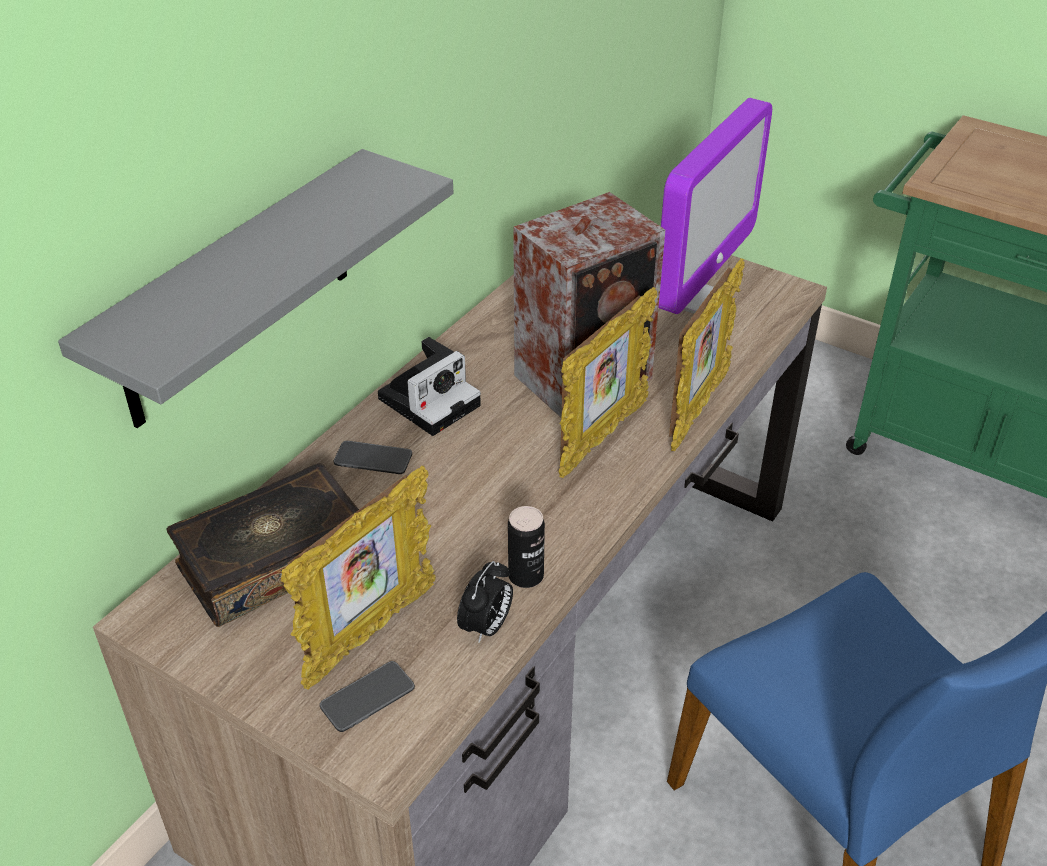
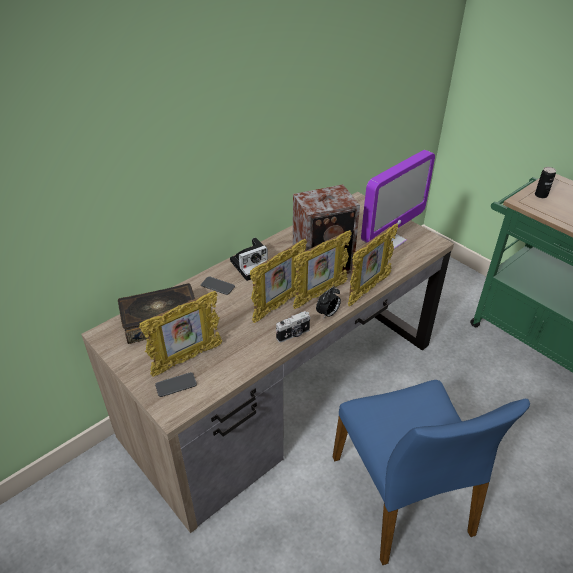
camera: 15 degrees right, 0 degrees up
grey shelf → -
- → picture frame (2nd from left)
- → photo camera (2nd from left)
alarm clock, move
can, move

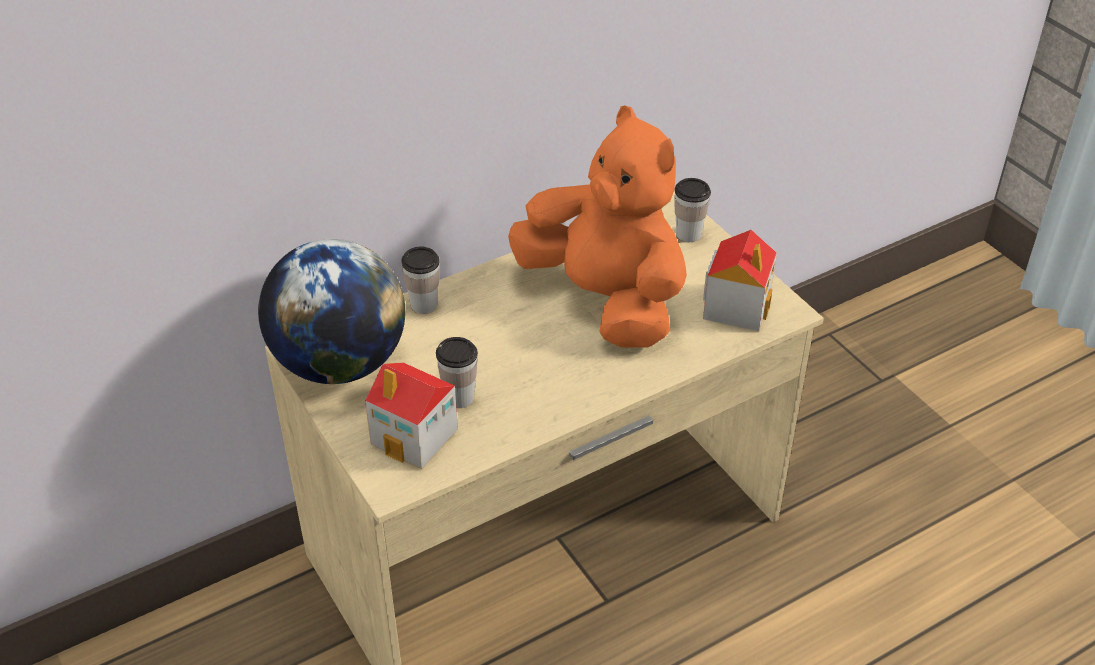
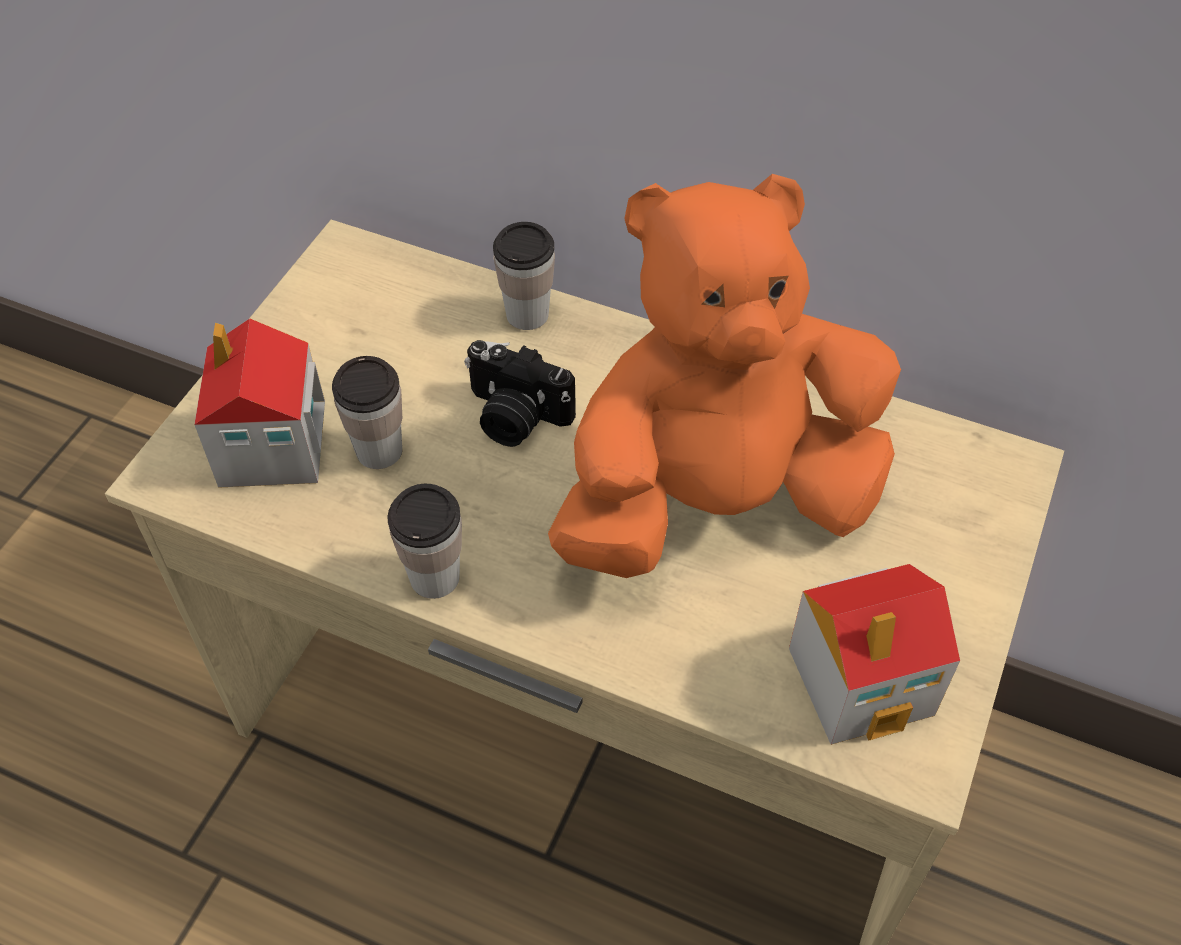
camera: 55 degrees right, 10 degrees up
globe → -
- → photo camera
cup (3rd from left in the first image) → cup (2nd from left), move
orange plush toy, 120 degrees counterclockwise

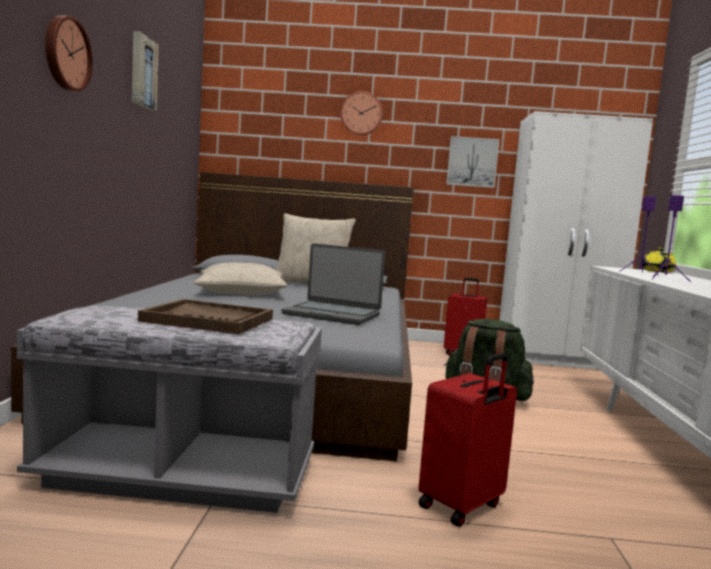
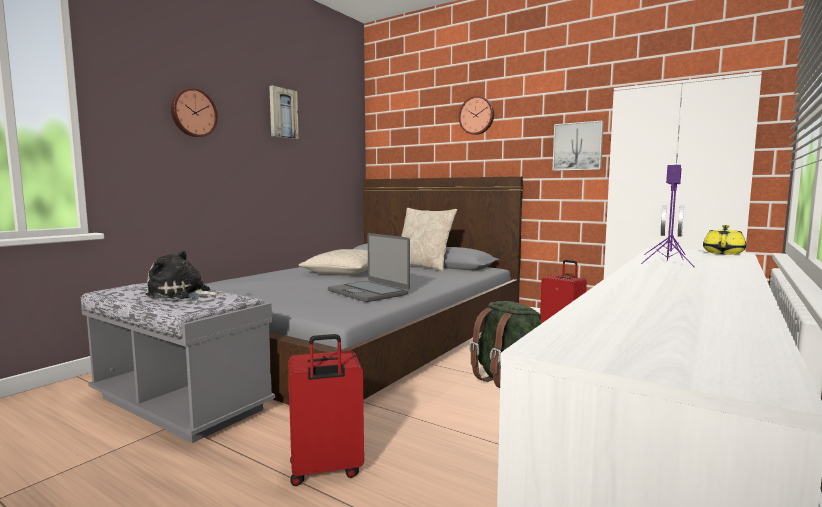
camera: 30 degrees right, 0 degrees up
brown tray → plush toy

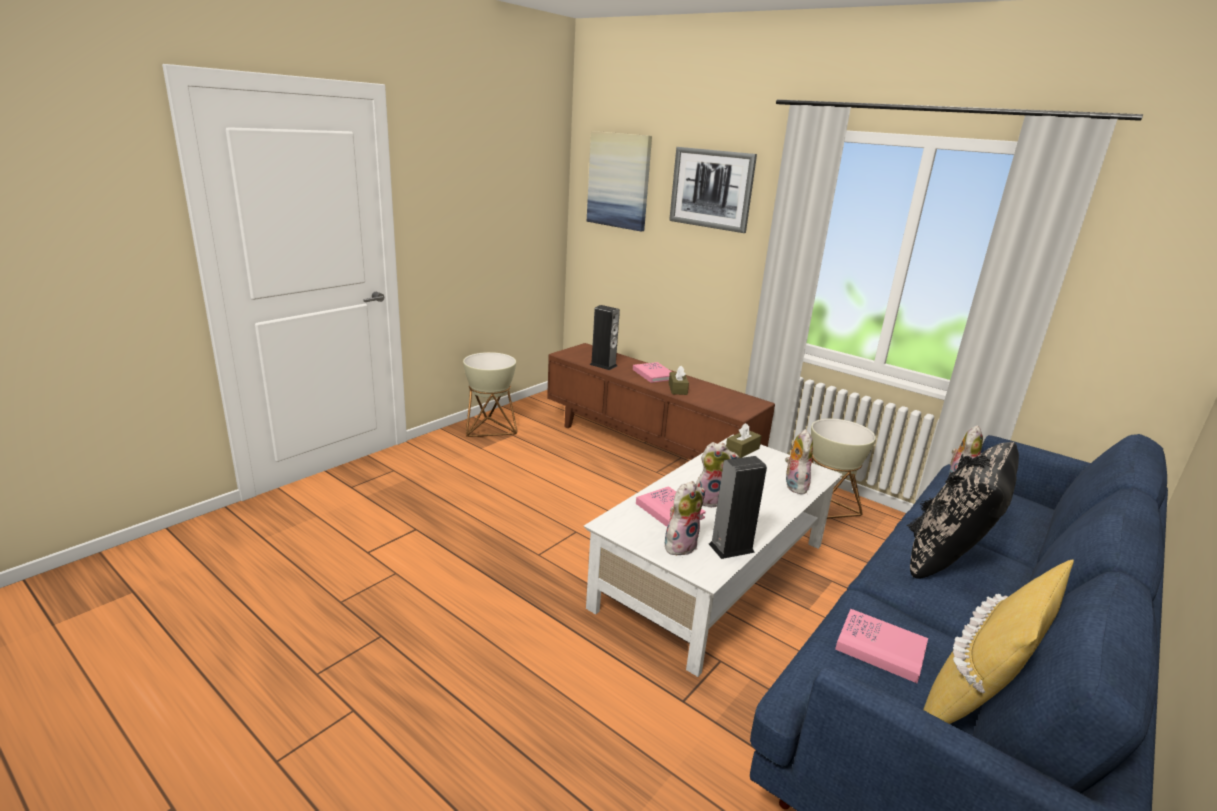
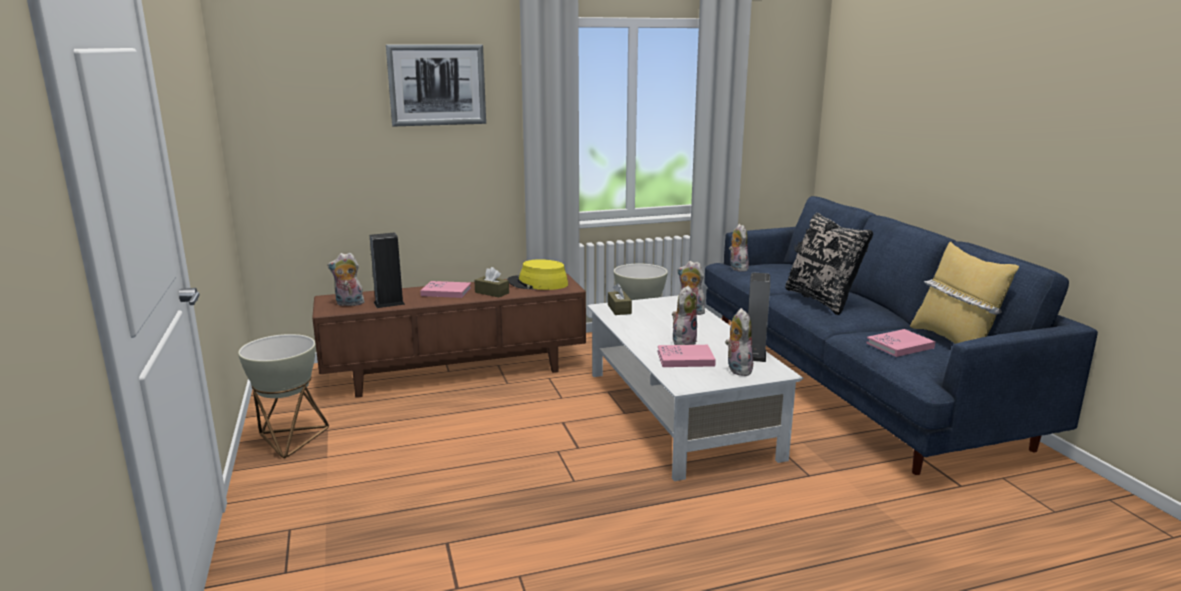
camera: 55 degrees left, 5 degrees down
picture (1st from left) → -
- → plush toy (1st from left)
- → yellow hat

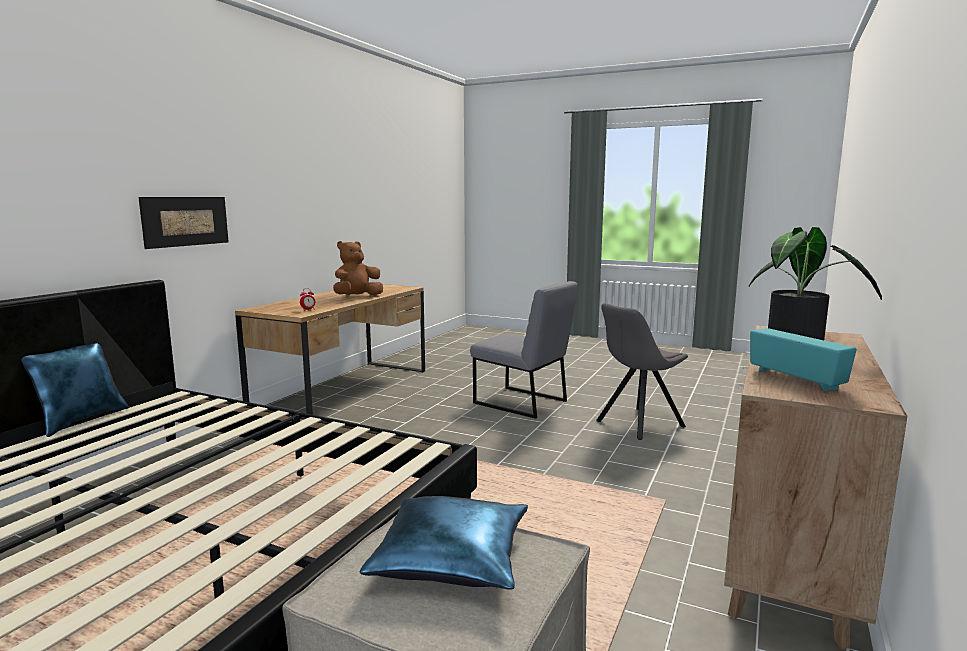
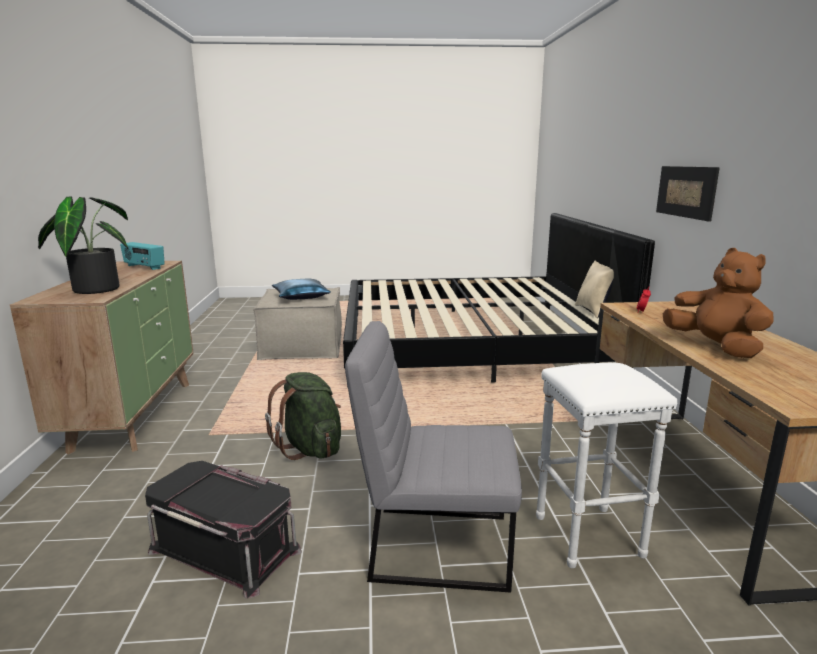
camera: 150 degrees right, 5 degrees up
- → green backpack
- → white stool
grey chair (2nd from left) → black storage box
blue pillow (1st from left) → beige pillow
brown plush toy, 45 degrees counterclockwise

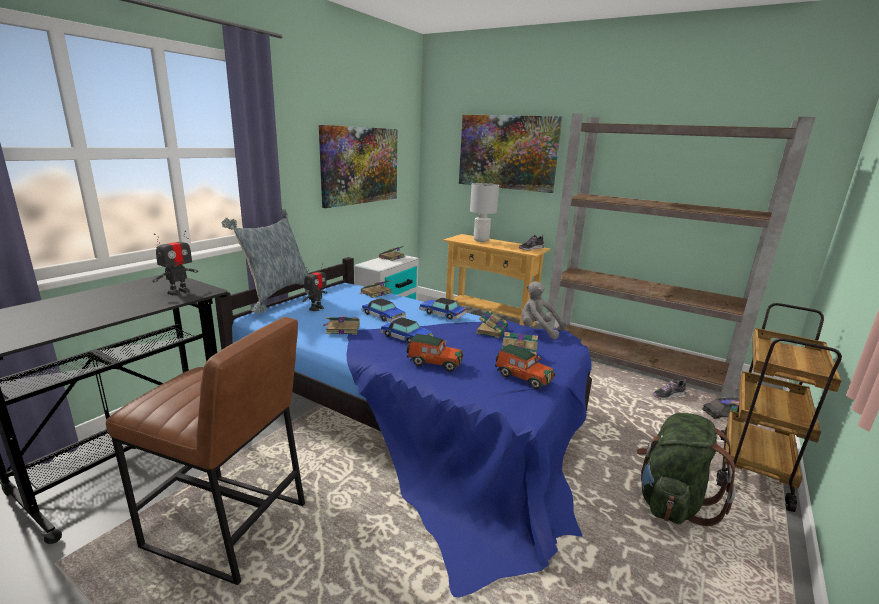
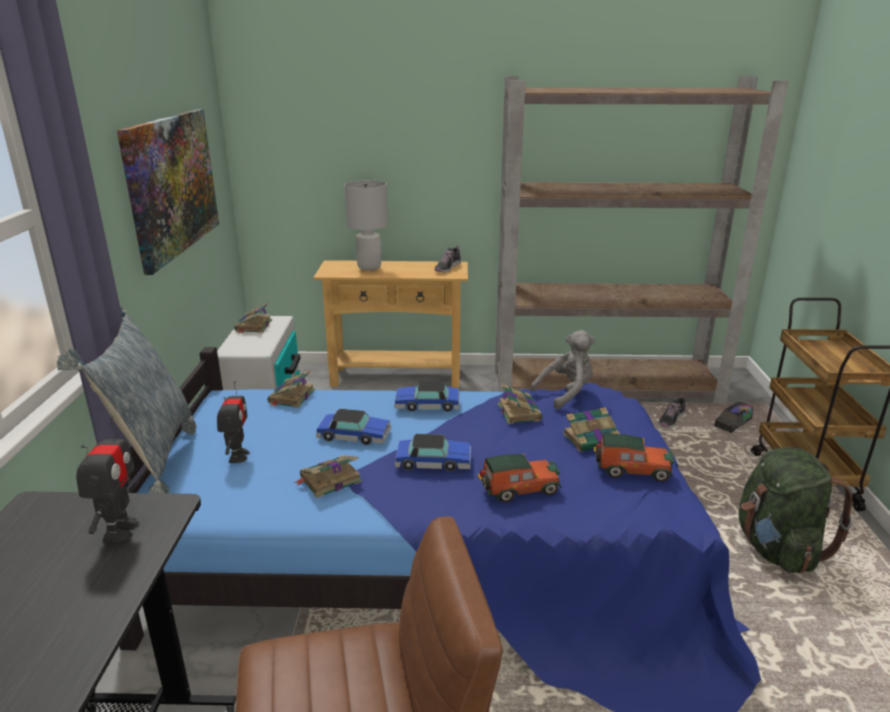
camera: 30 degrees left, 5 degrees up
picture (2nd from left) → -
grey plush toy, 150 degrees clockwise

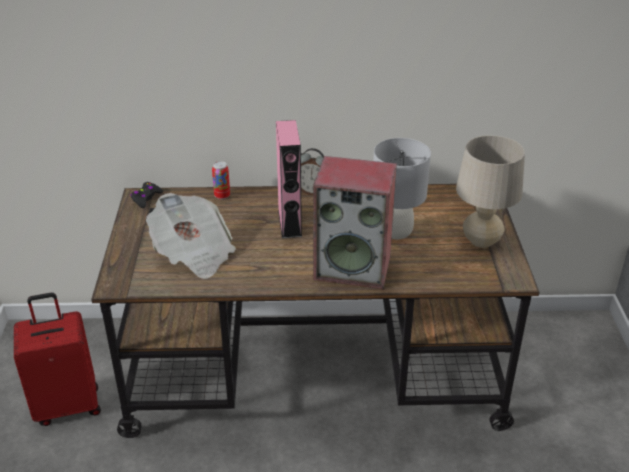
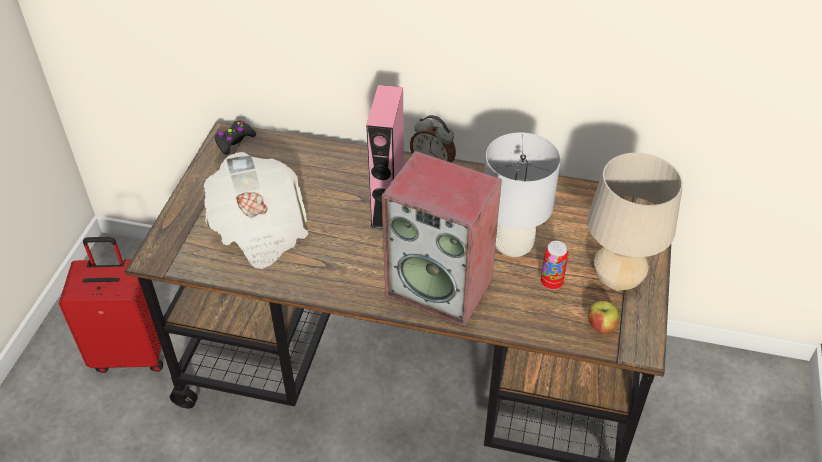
camera: 15 degrees right, 10 degrees up
- → apple
can, move

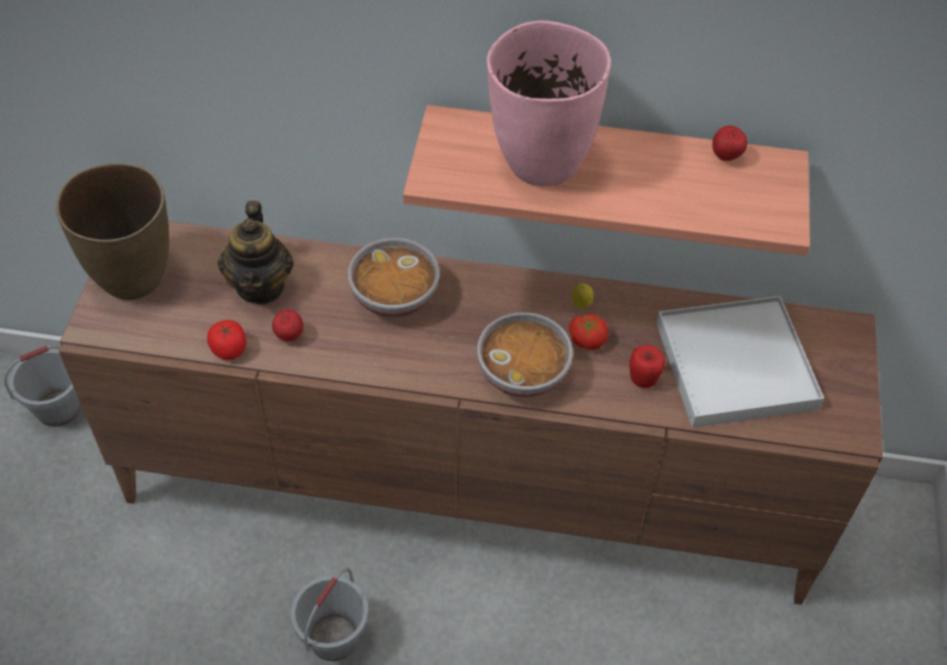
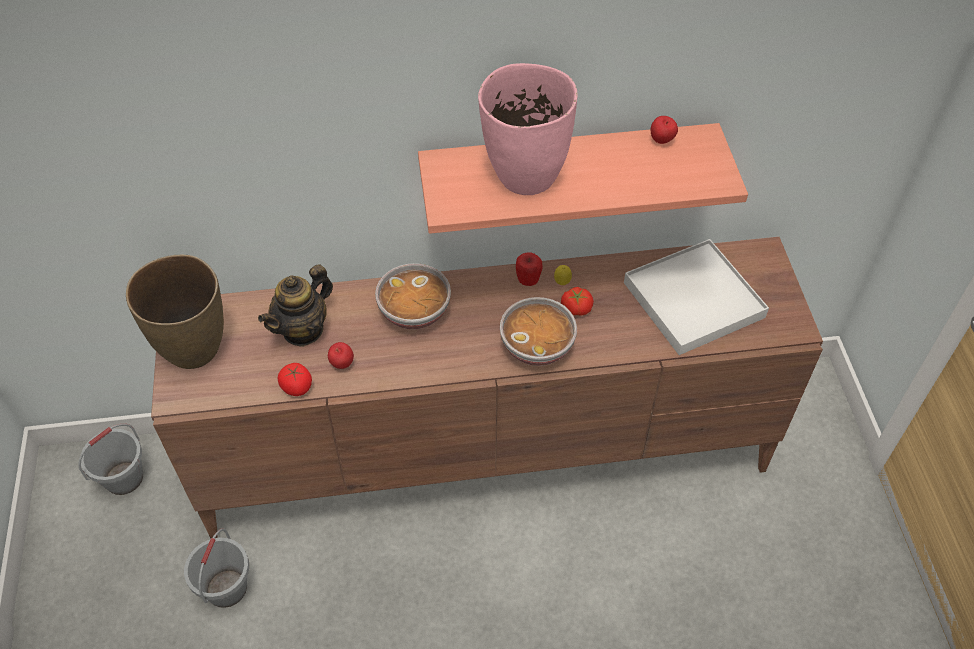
camera: 15 degrees left, 0 degrees up
grey bucket (2nd from left), move
apple (2nd from left), move
teapot, 60 degrees clockwise

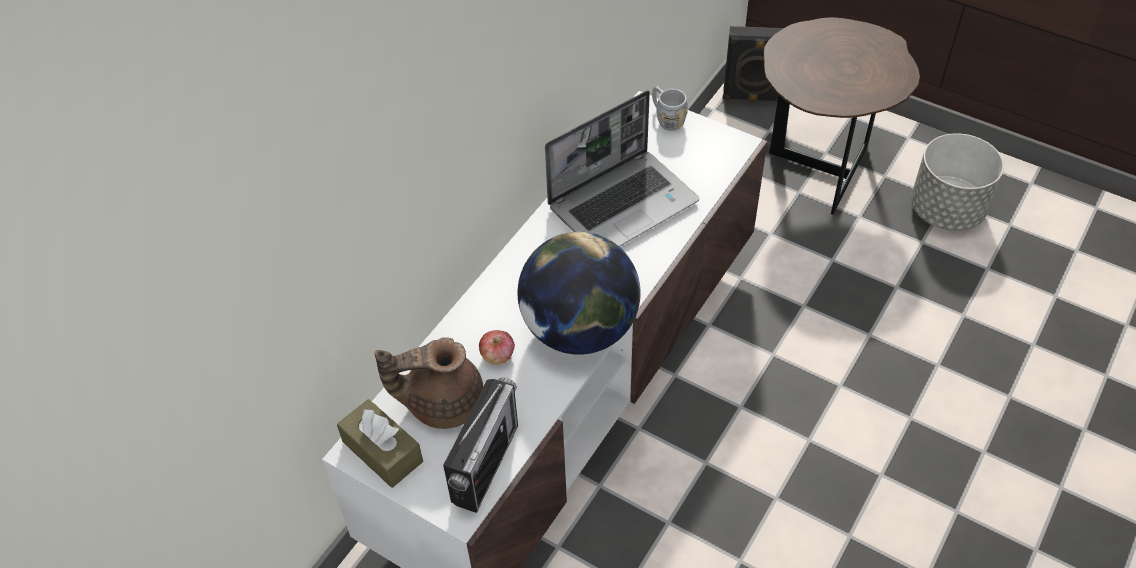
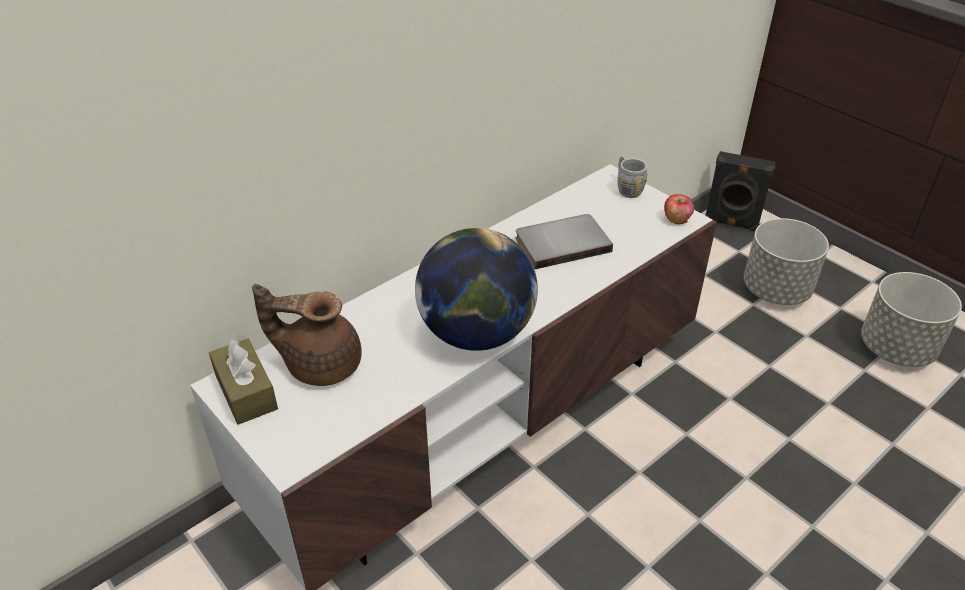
camera: 15 degrees right, 10 degrees down
radio → -
apple, move
laptop → grey book
brown side table → grey planter (1st from left)

